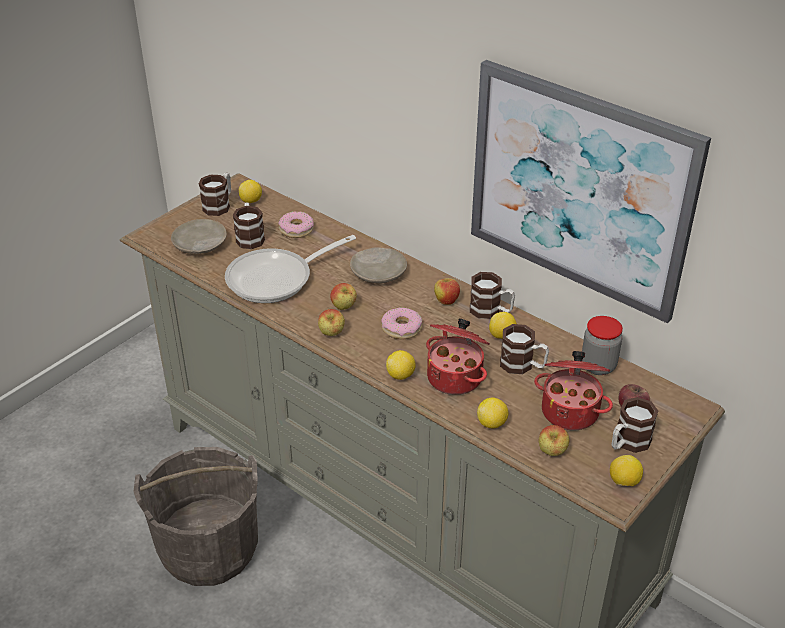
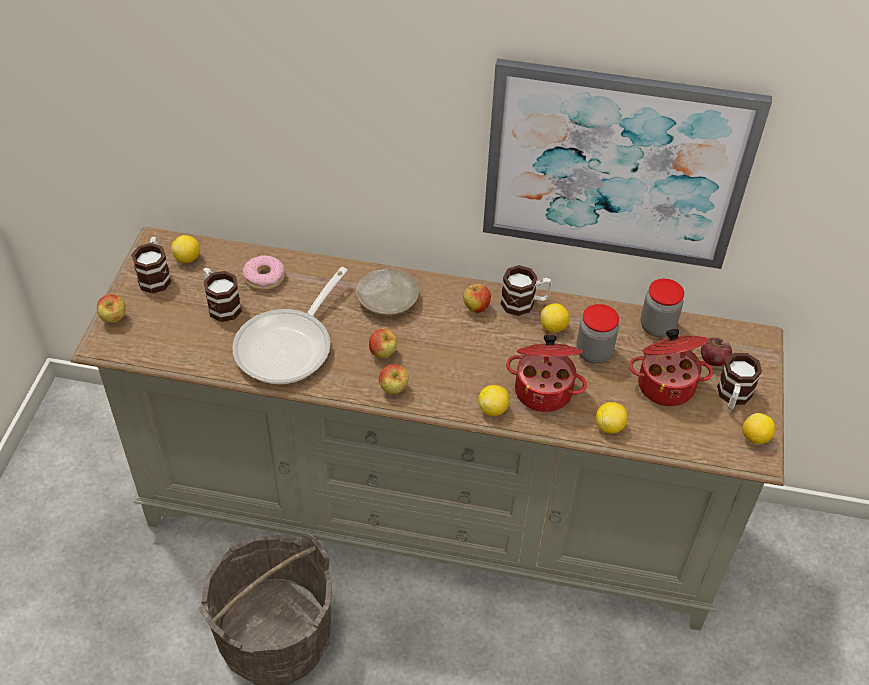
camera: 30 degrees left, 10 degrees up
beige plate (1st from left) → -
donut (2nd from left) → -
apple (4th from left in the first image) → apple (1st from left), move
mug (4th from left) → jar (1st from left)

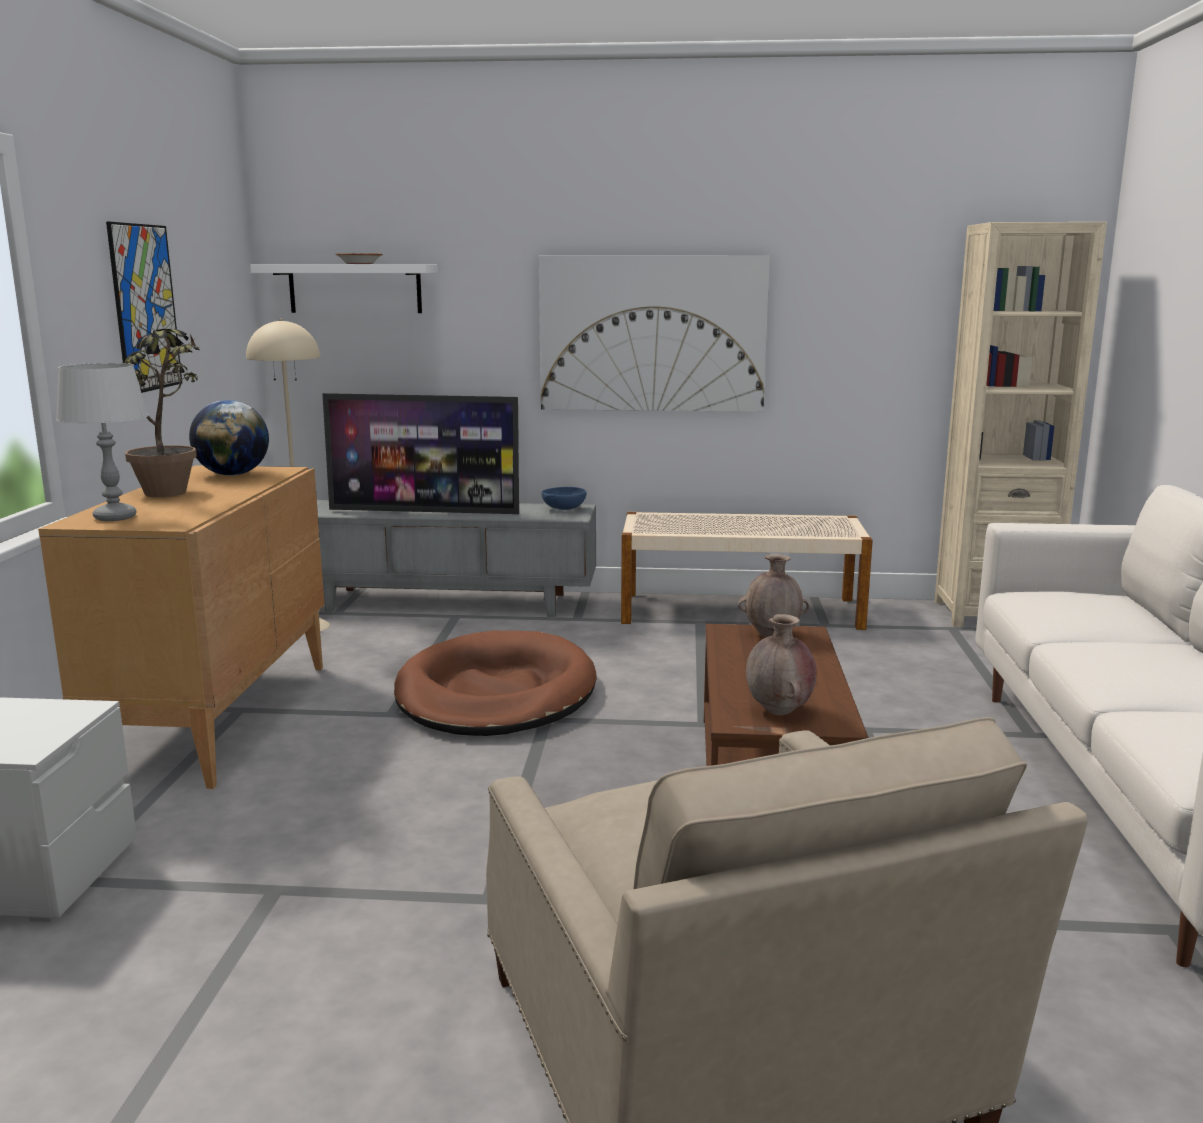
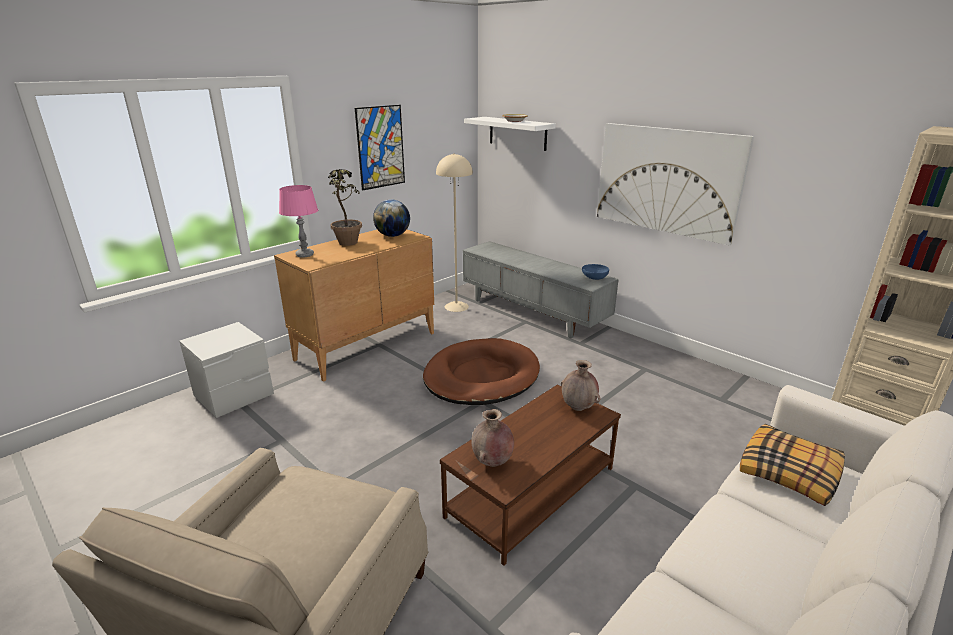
camera: 40 degrees right, 10 degrees up
television → -
beige bench → -
- → pillow
grey table lamp → pink table lamp

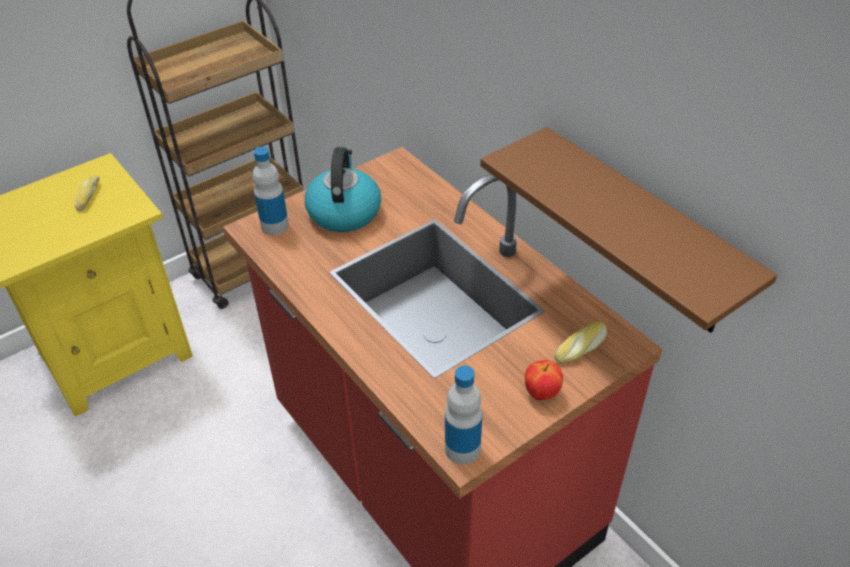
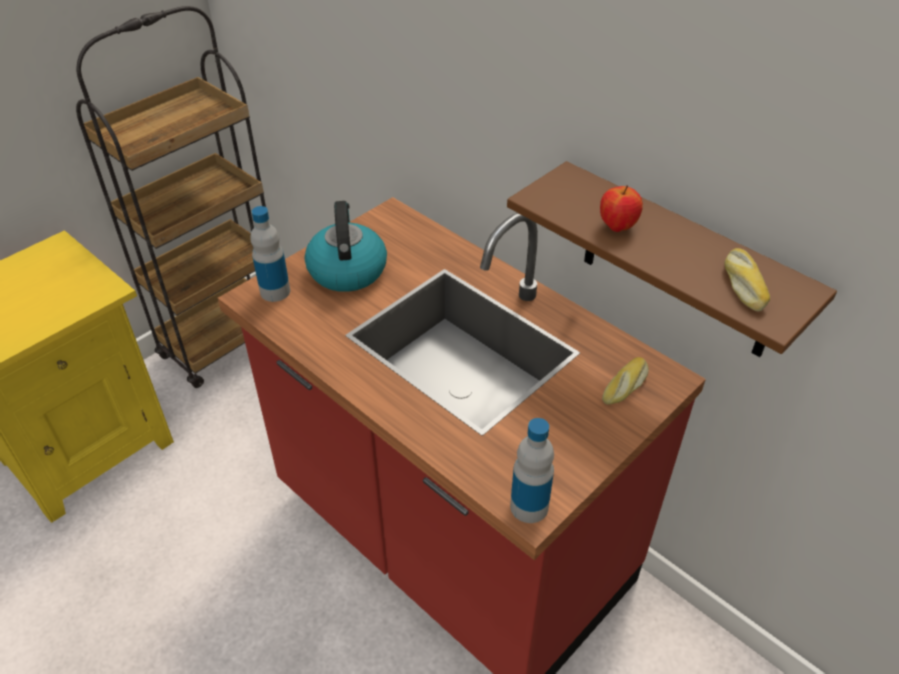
camera: 10 degrees left, 0 degrees up
bread (1st from left in the first image) → bread (2nd from left), move
apple, move

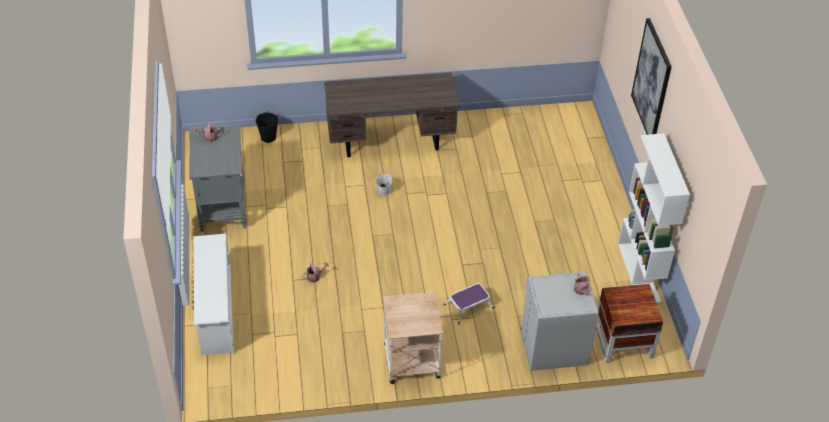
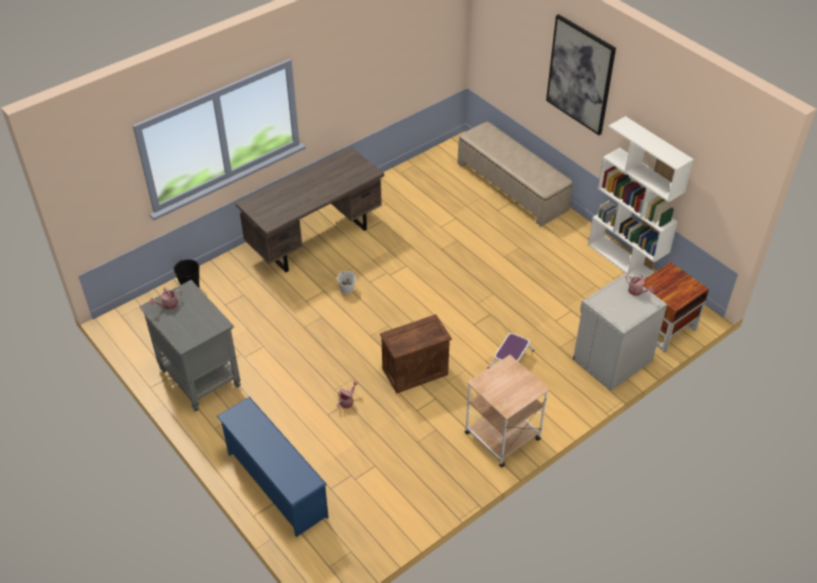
camera: 30 degrees left, 0 degrees up
- → crate
- → beige bench
white shoe rack → blue shoe rack

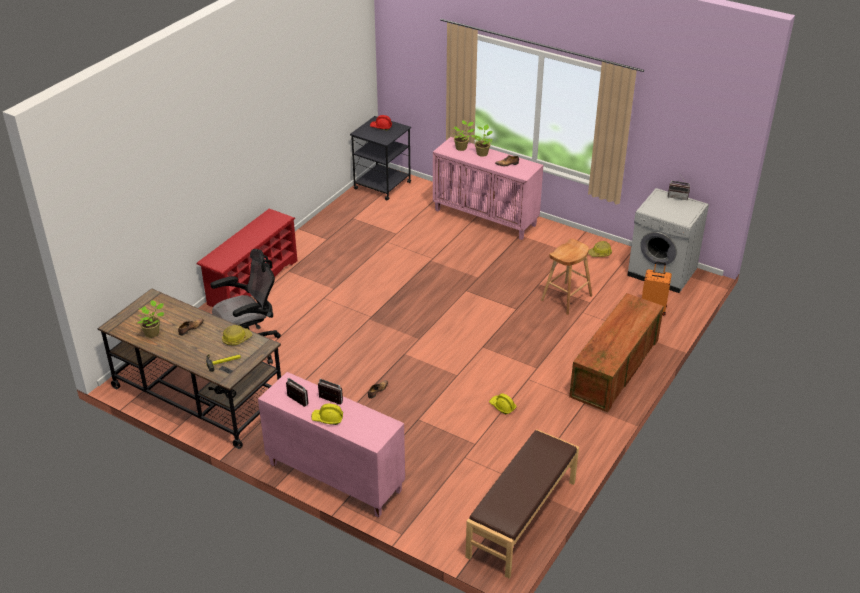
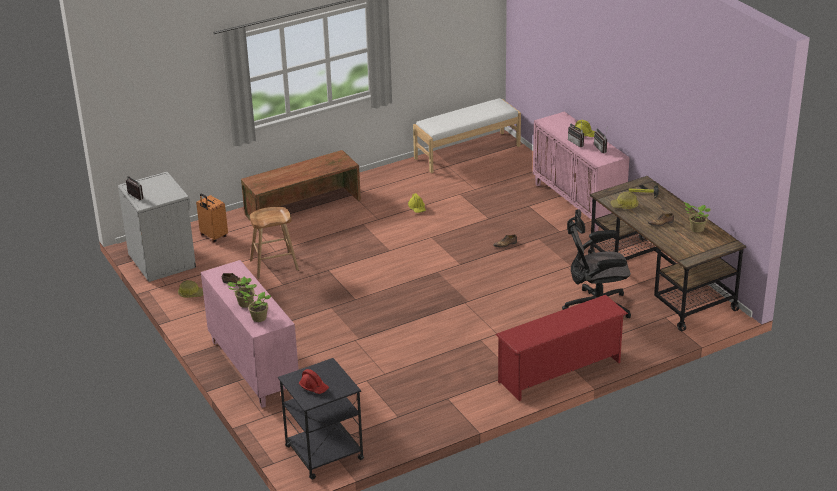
camera: 150 degrees left, 5 degrees down
brown bench (1st from left) → white bench

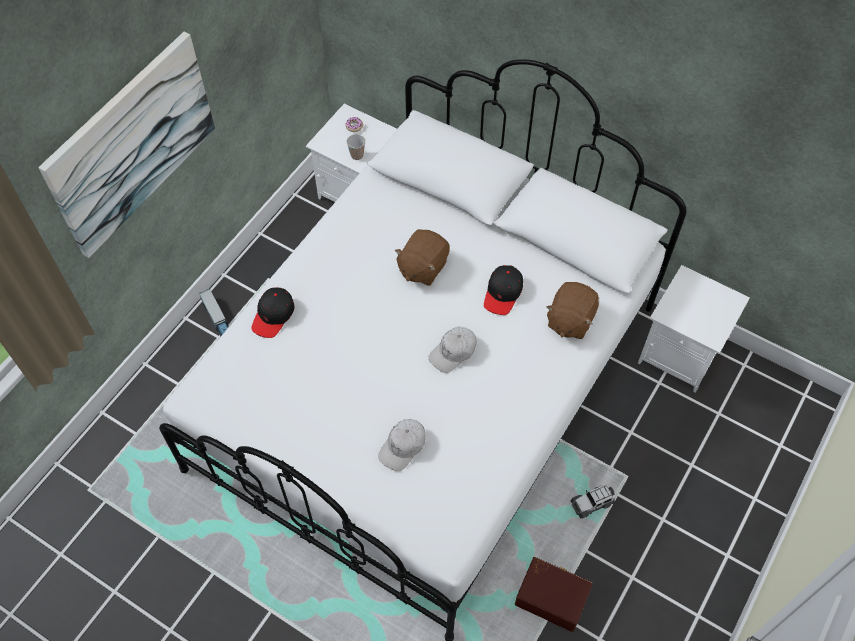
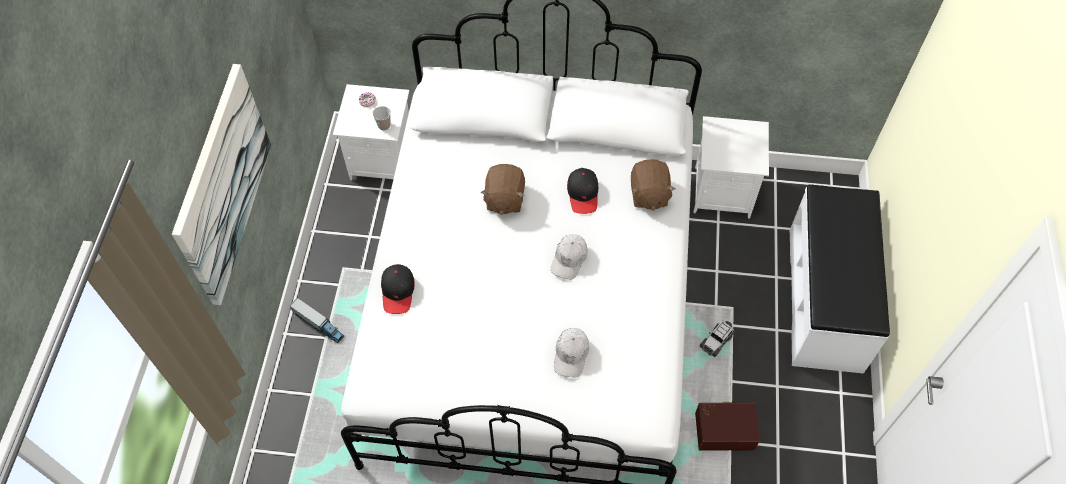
camera: 25 degrees left, 0 degrees up
- → white bench

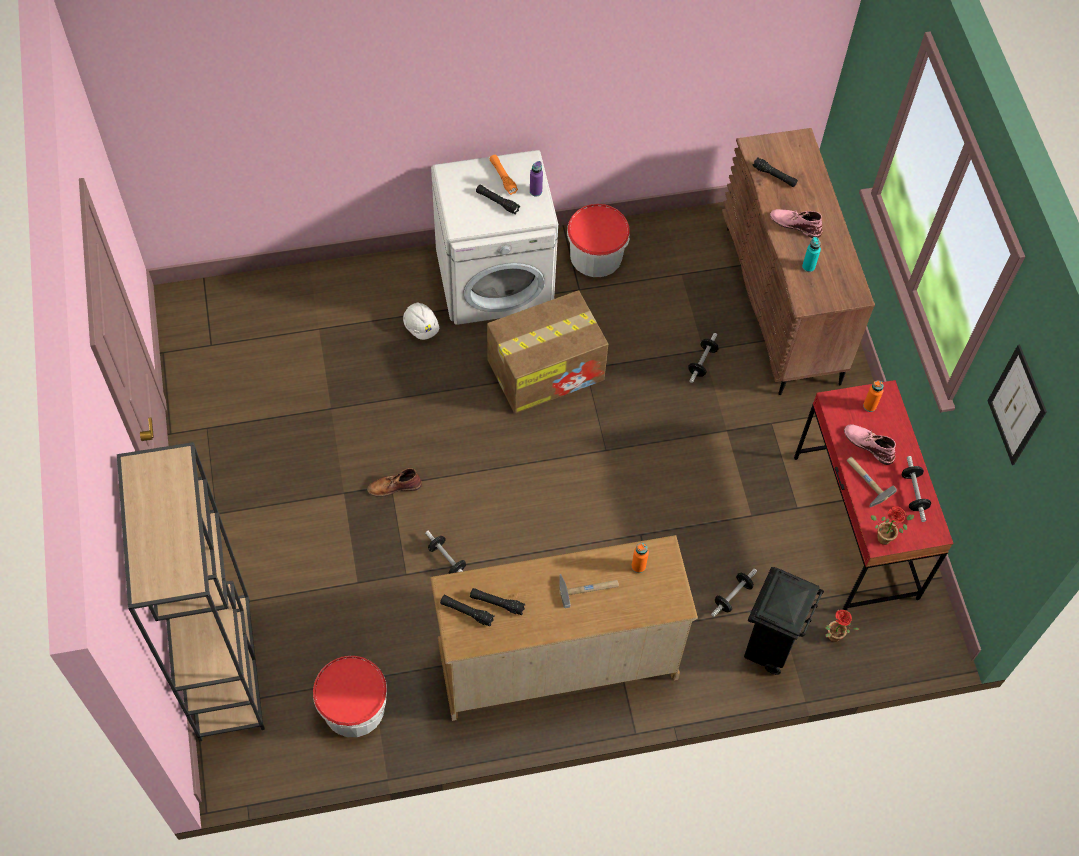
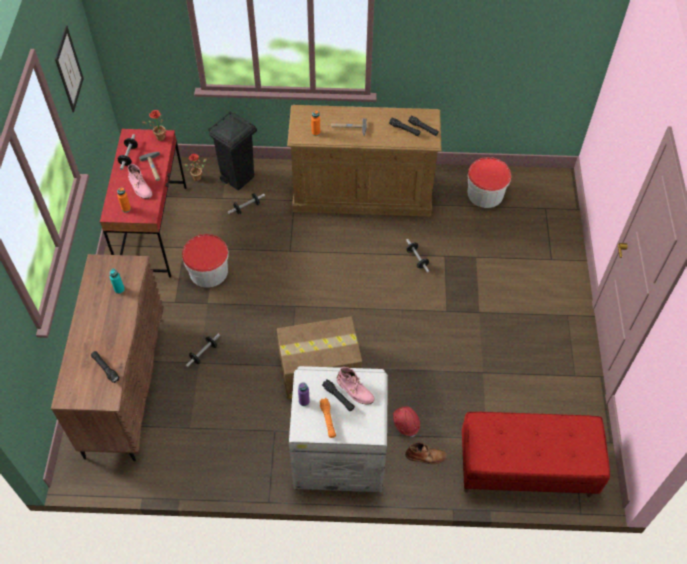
camera: 165 degrees left, 5 degrees down
bookcase → -
- → red bench
brown boot, move
bucket (2nd from left in the first image) → bucket (1st from left), move
pink boot (1st from left in the first image) → pink boot (2nd from left), move
white hard hat → red hard hat

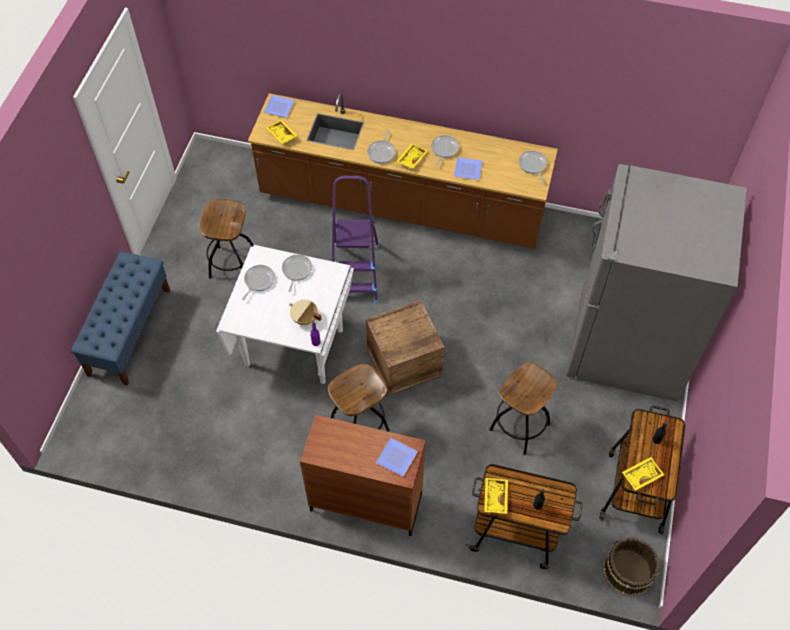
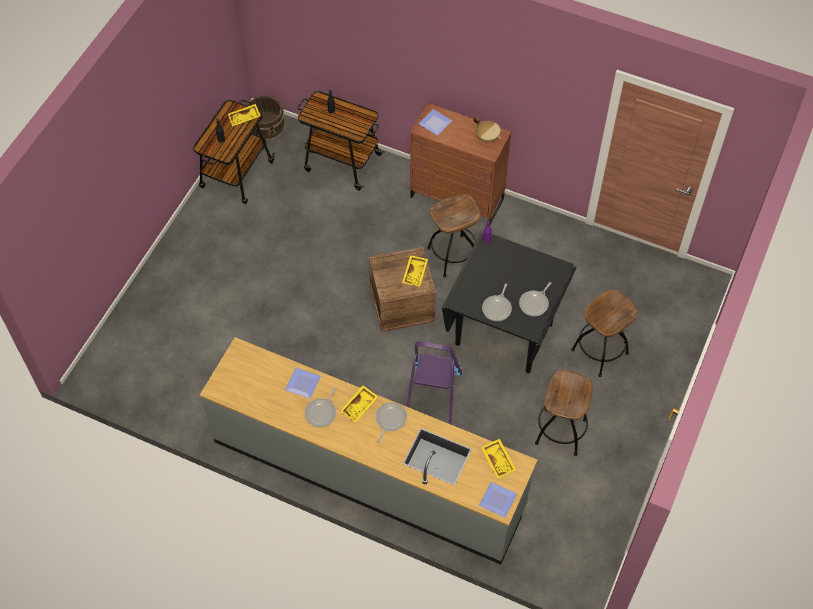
camera: 170 degrees left, 0 degrees up
blue bench → -
frying pan (5th from left) → -
grey fridge → -
beige cooking pot, move
yellow tray (3rd from left), move
brown stool (3rd from left), move
white dining table → black dining table
brown counter → grey counter

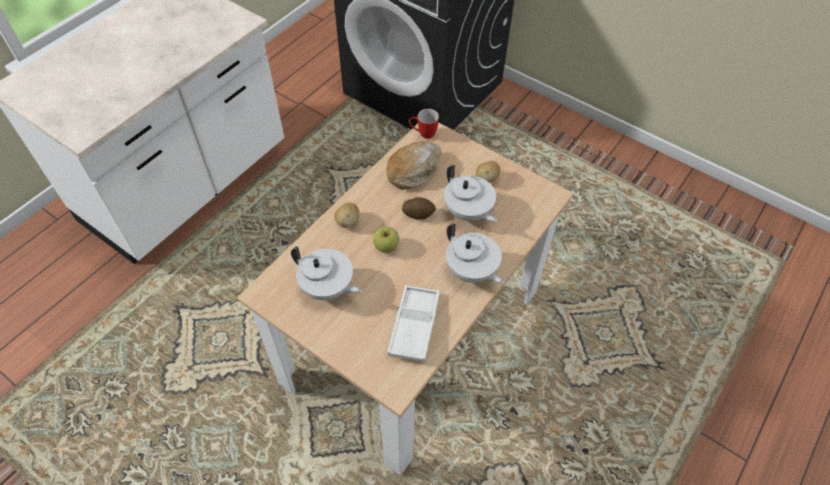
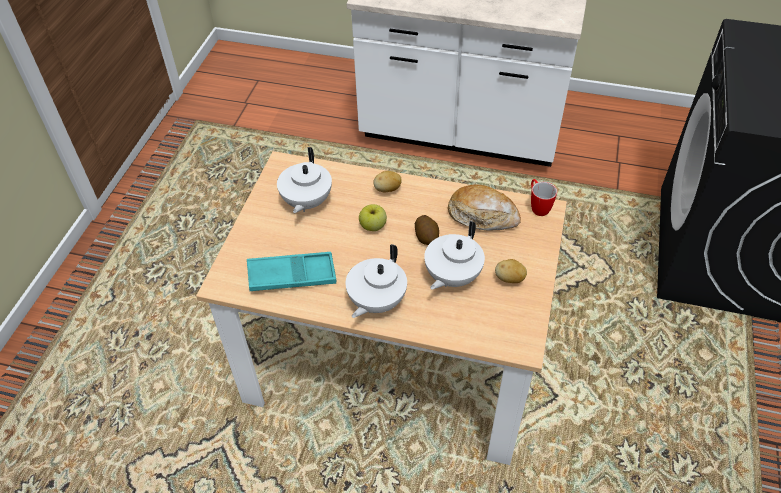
camera: 70 degrees right, 5 degrees down
white tray → turquoise tray

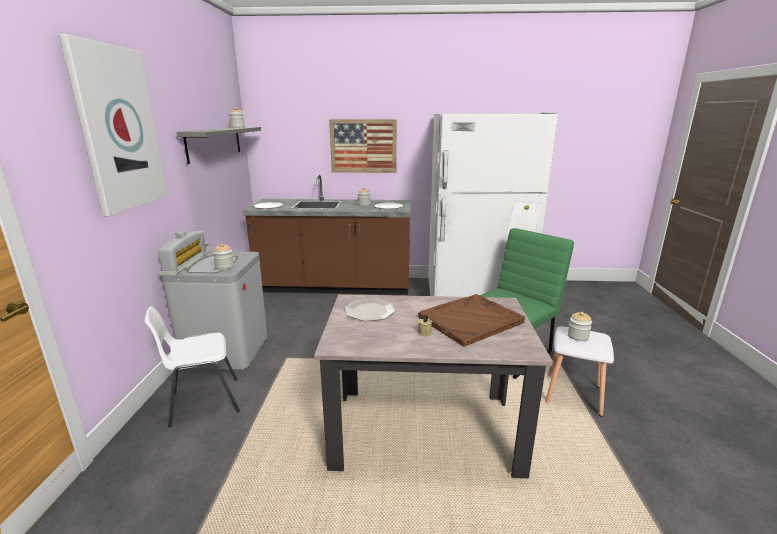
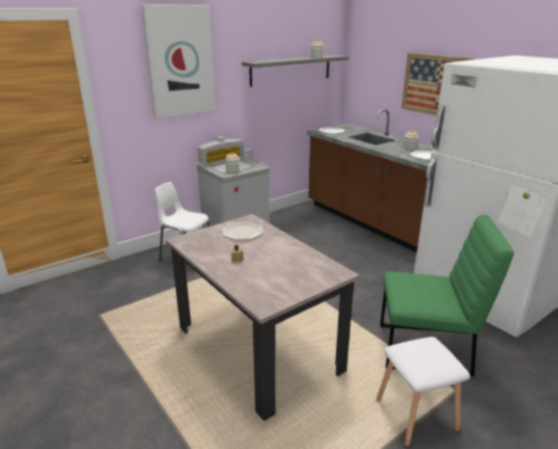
camera: 50 degrees right, 5 degrees up
brown tray → -
jar (4th from left) → -

